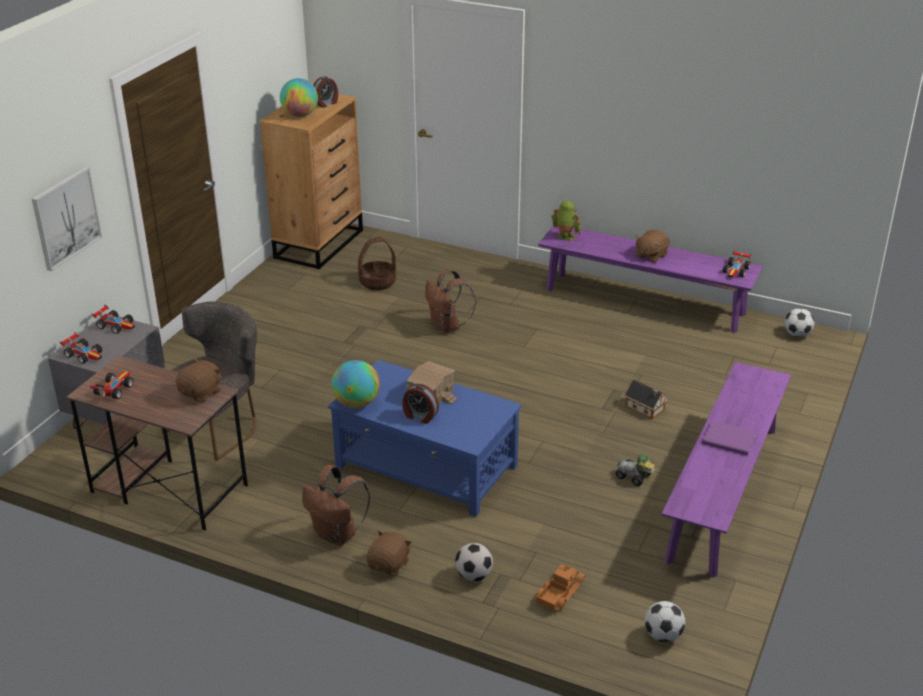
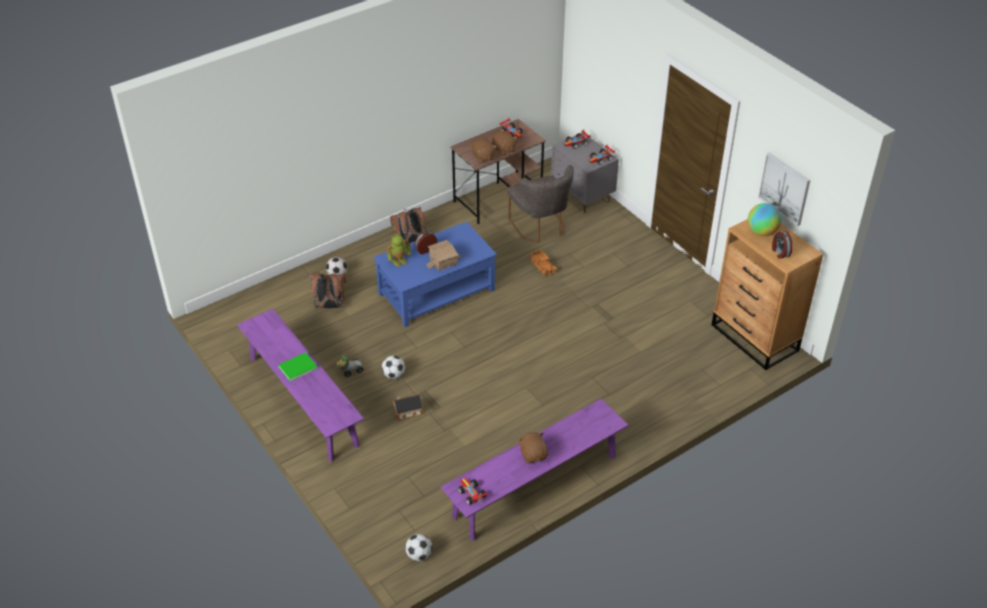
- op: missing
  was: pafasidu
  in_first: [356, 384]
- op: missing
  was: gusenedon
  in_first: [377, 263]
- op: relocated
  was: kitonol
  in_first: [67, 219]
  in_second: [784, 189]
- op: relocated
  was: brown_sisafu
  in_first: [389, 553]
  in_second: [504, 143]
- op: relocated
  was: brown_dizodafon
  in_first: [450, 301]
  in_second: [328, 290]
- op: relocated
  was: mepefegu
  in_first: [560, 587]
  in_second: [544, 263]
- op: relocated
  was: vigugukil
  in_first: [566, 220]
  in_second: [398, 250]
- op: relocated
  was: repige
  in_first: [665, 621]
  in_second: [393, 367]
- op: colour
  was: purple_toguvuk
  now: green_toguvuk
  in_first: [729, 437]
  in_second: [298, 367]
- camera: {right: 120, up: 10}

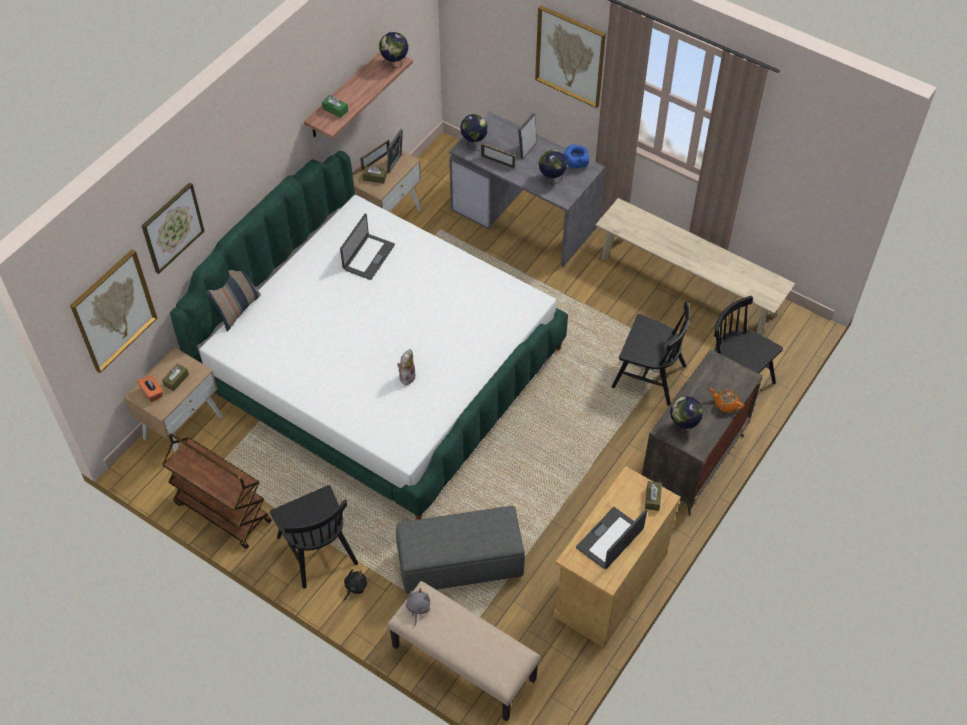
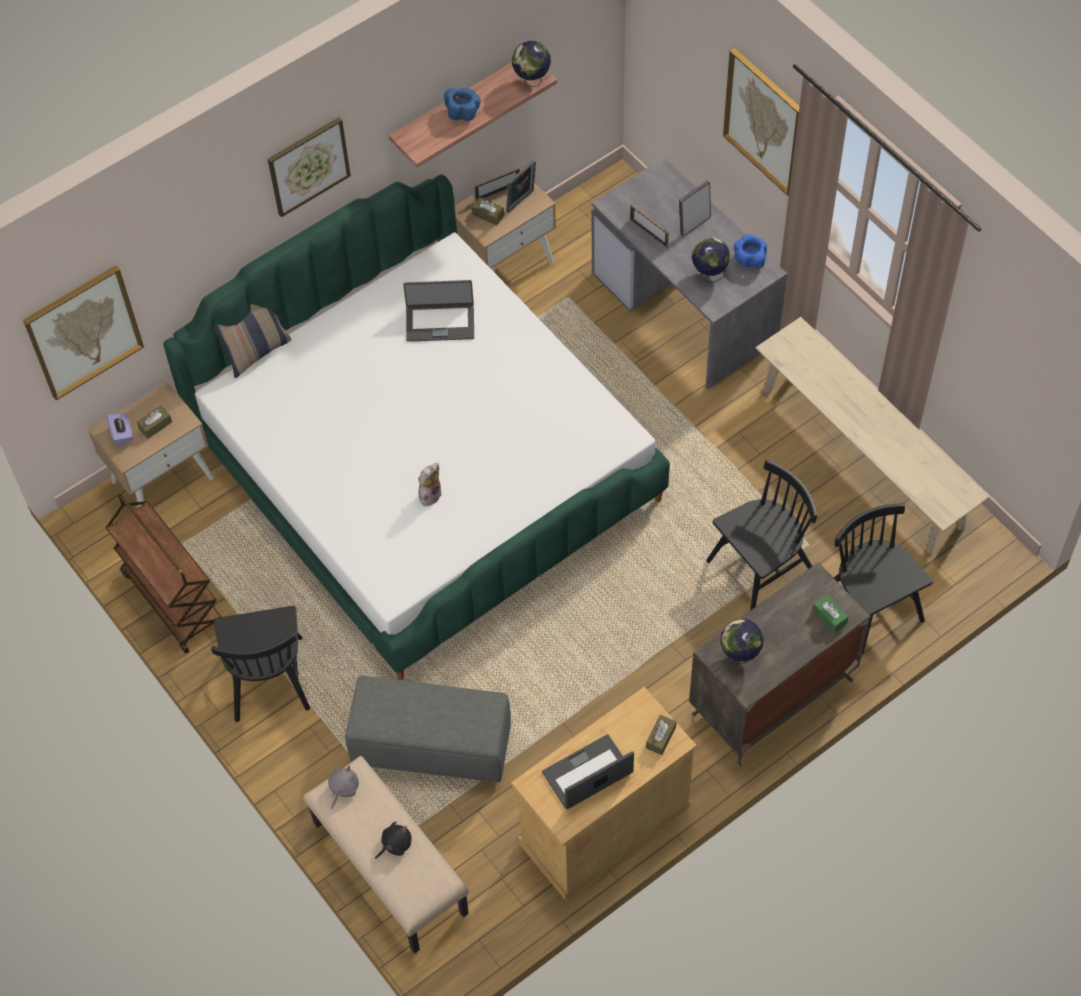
- op: missing
  was: pafasidu
  in_first: [474, 132]
- op: missing
  was: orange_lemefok
  in_first: [727, 400]
- op: appeared
  now: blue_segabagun
  in_second: [462, 104]
- op: relocated
  was: kitonol
  in_first: [173, 228]
  in_second: [309, 167]
- op: relocated
  was: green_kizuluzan
  in_first: [335, 106]
  in_second: [830, 613]
- op: relocated
  was: black_sisafu
  in_first: [355, 585]
  in_second: [393, 840]
- op: colour
  was: orange_kizuluzan
  now: purple_kizuluzan
  in_first: [150, 389]
  in_second: [120, 429]
- op: spun
  was: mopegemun
  in_first: [367, 247]
  in_second: [438, 311]
  clockwise: 45
- op: spun
  was: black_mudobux
  in_first: [651, 353]
  in_second: [761, 535]
  clockwise: -75
- camera: {right: 20, up: 5}

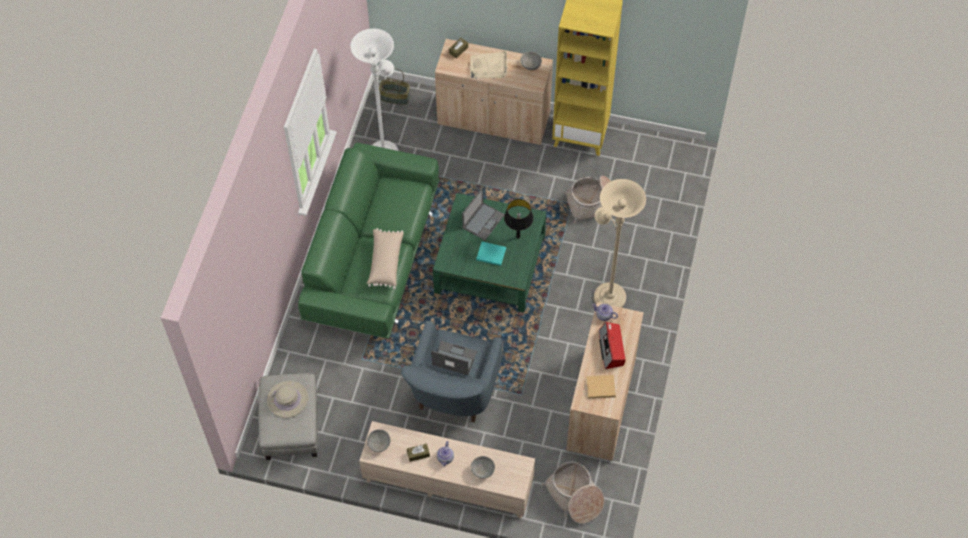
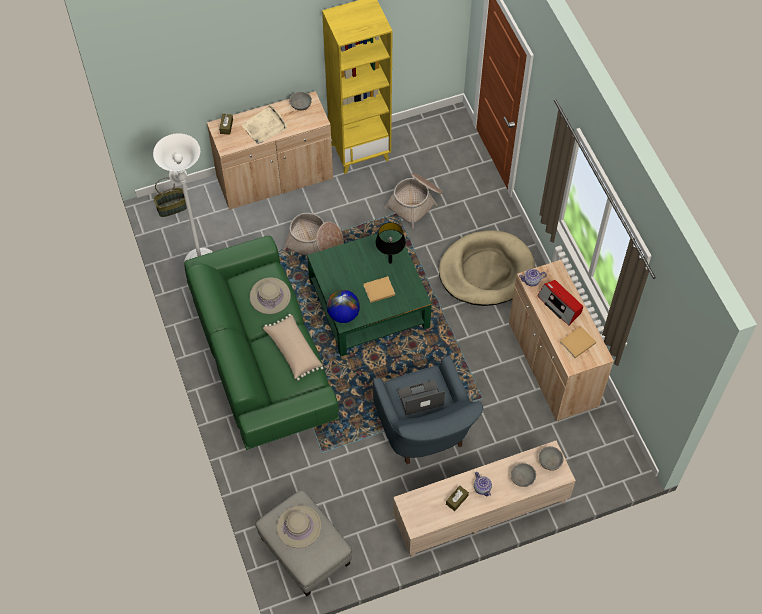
- op: missing
  was: mopegemun
  in_first: [483, 214]
- op: appeared
  now: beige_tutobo
  in_second: [270, 295]
- op: appeared
  now: pafasidu
  in_second: [343, 306]
- op: relocated
  was: grey_segabagun
  in_first: [378, 440]
  in_second: [551, 458]
- op: relocated
  was: gusenedon
  in_first: [573, 492]
  in_second: [313, 234]
- op: exchanged
  was: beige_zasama
  now: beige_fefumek
  in_first: [620, 243]
  in_second: [487, 268]
- op: colour
  was: turquoise_toguvuk
  now: beige_toguvuk
  in_first: [491, 254]
  in_second: [379, 289]
- camera: {right: -35, up: 0}

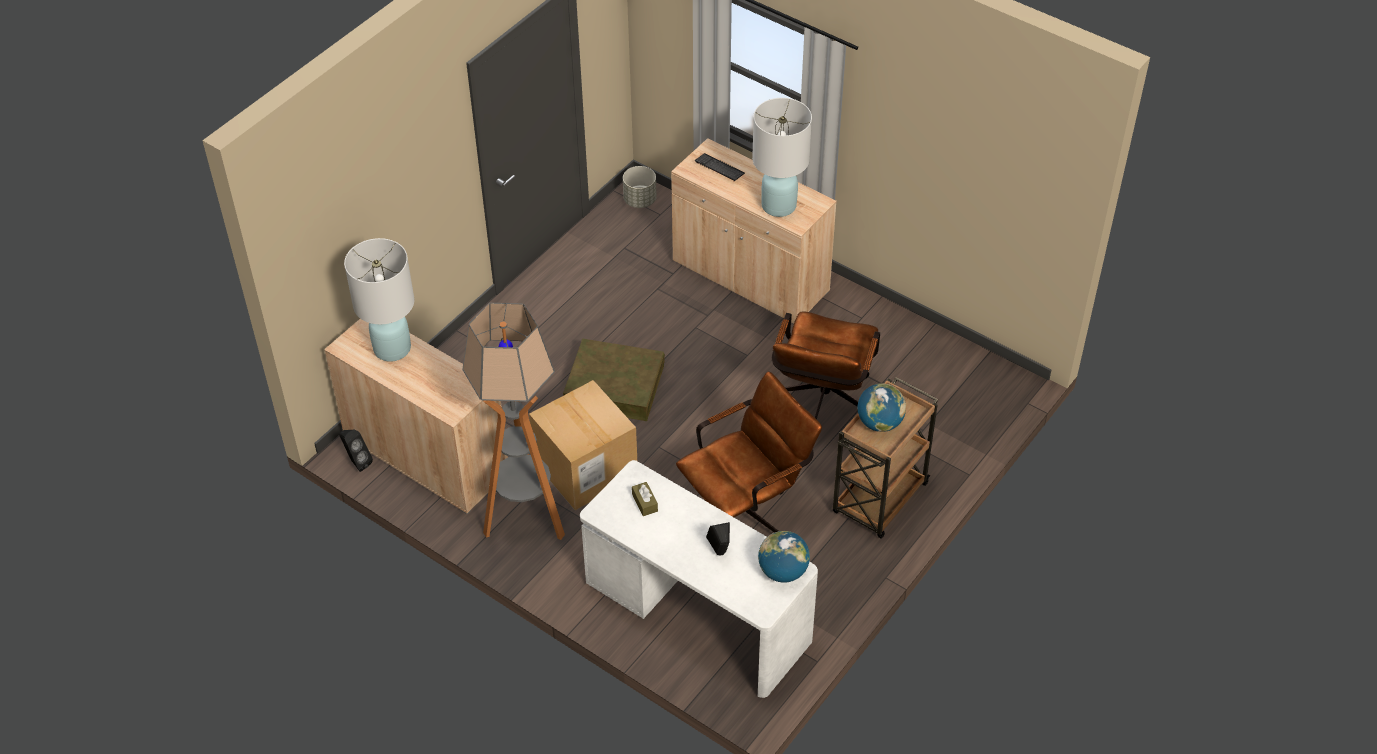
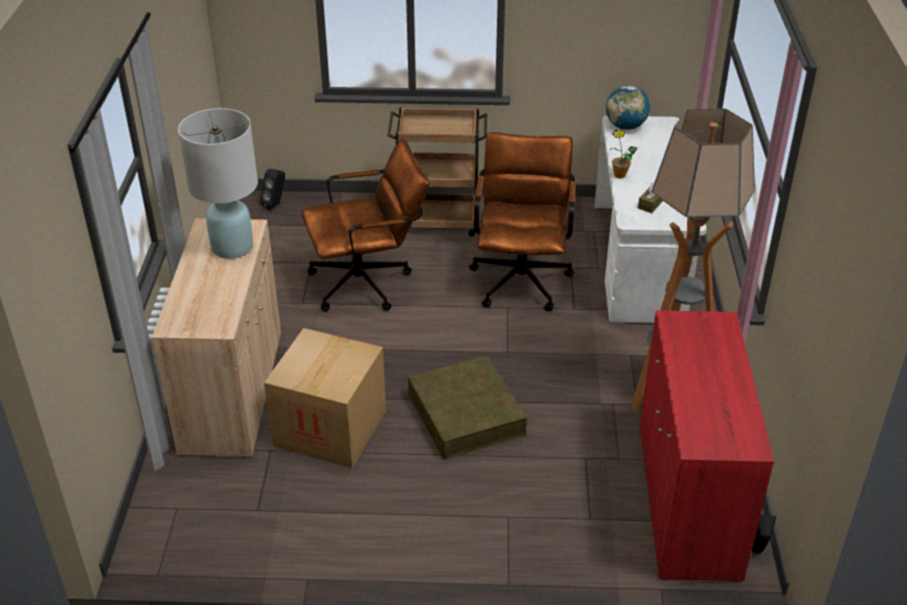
- op: missing
  was: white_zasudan
  in_first: [379, 300]
- op: missing
  was: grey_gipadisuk
  in_first: [639, 187]
- op: missing
  was: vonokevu
  in_first: [720, 167]
- op: missing
  was: pafasidu
  in_first: [882, 407]
- op: appeared
  now: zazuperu
  in_second: [624, 154]
- op: relocated
  was: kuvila
  in_first: [583, 445]
  in_second: [325, 398]
- op: relocated
  was: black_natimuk
  in_first: [718, 539]
  in_second: [272, 189]
- op: colour
  was: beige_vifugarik
  now: red_vifugarik
  in_first: [416, 416]
  in_second: [707, 446]
- op: spun
  was: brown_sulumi
  in_first: [749, 452]
  in_second: [522, 221]
  clockwise: 75
- camera: {right: -125, up: -10}

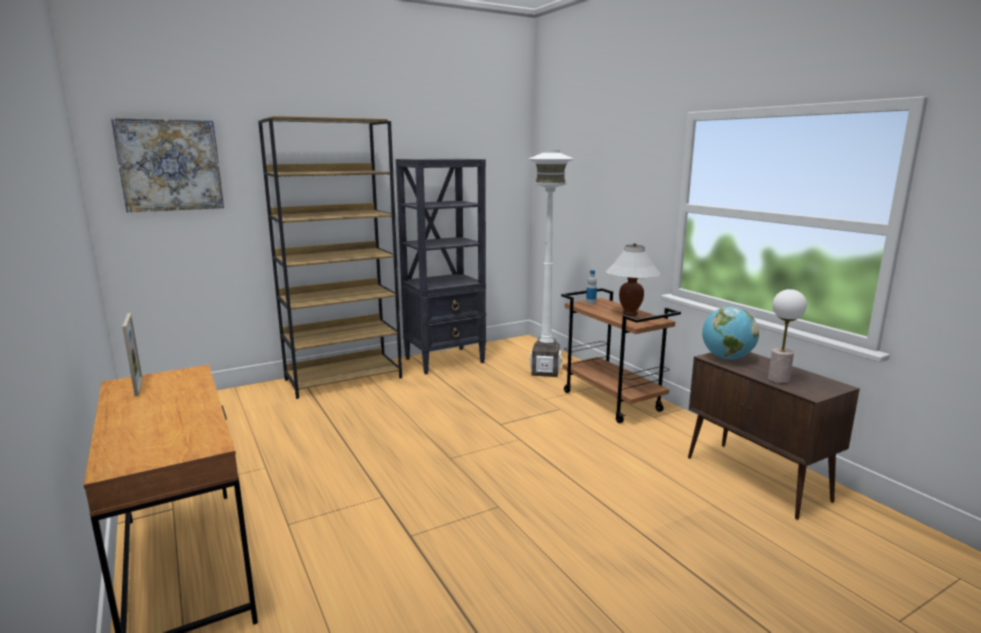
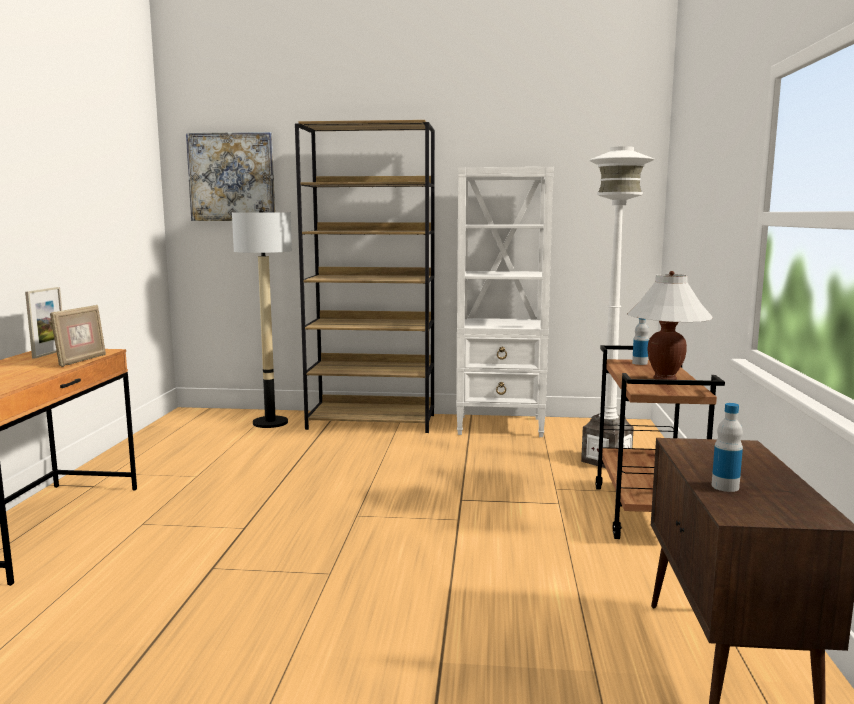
- op: missing
  was: pafasidu
  in_first: [730, 333]
- op: appeared
  now: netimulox
  in_second: [78, 336]
- op: appeared
  now: zasama
  in_second: [262, 318]
- op: exchanged
  was: zasudan
  now: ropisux
  in_first: [787, 336]
  in_second: [727, 447]
- op: colour
  was: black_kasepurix
  now: white_kasepurix
  in_first: [441, 267]
  in_second: [505, 302]
- camera: {right: 35, up: -5}

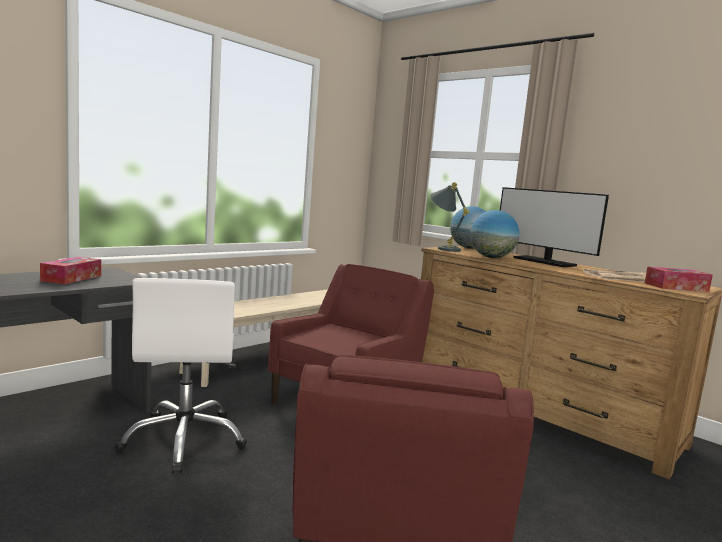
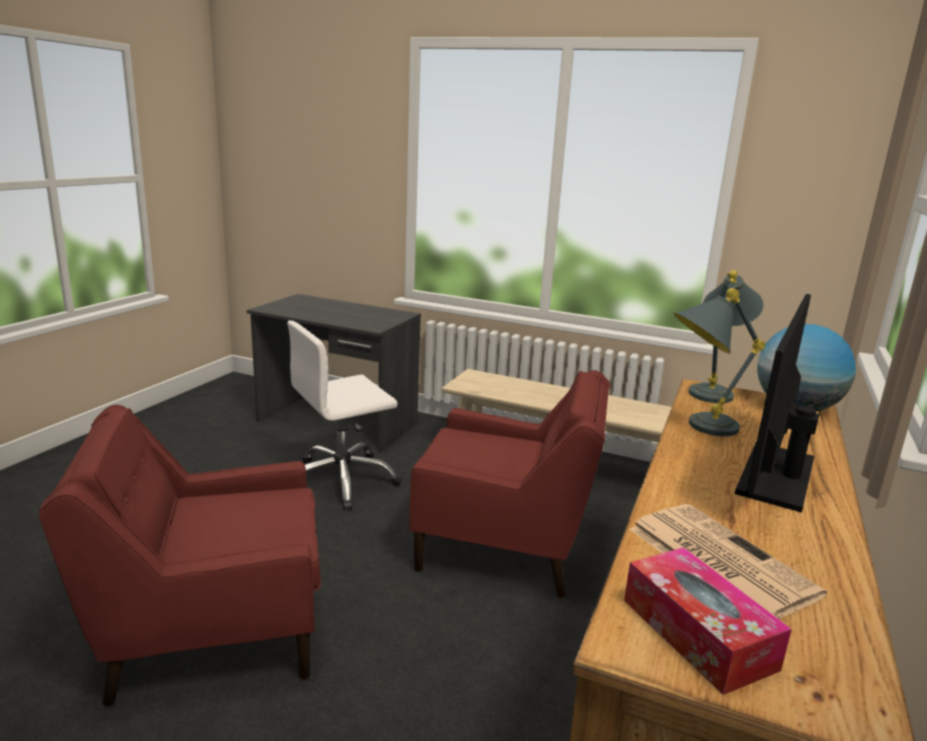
- op: missing
  was: kizuluzan
  in_first: [70, 270]
- op: exchanged
  was: pafasidu
  now: grey_zasudan
  in_first: [495, 234]
  in_second: [719, 362]
- camera: {right: 70, up: 10}

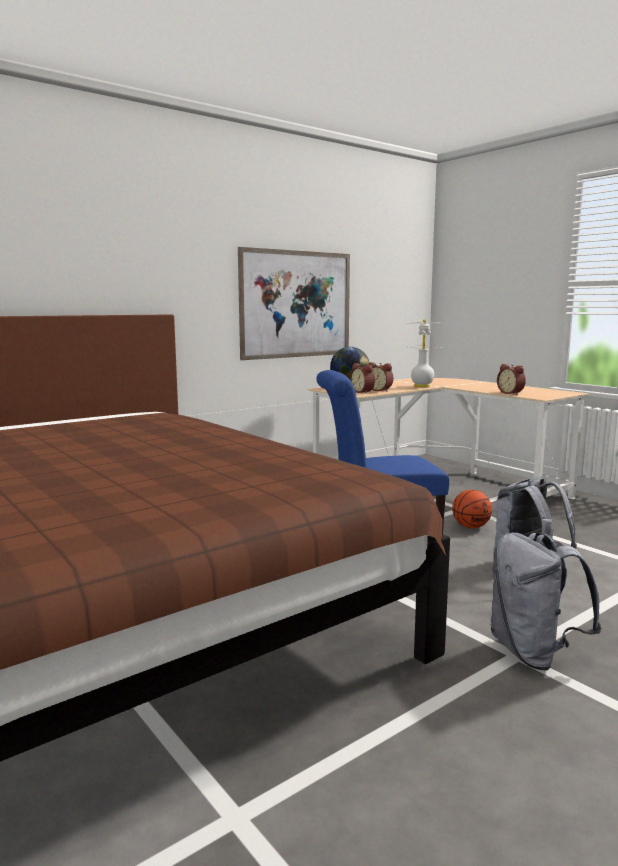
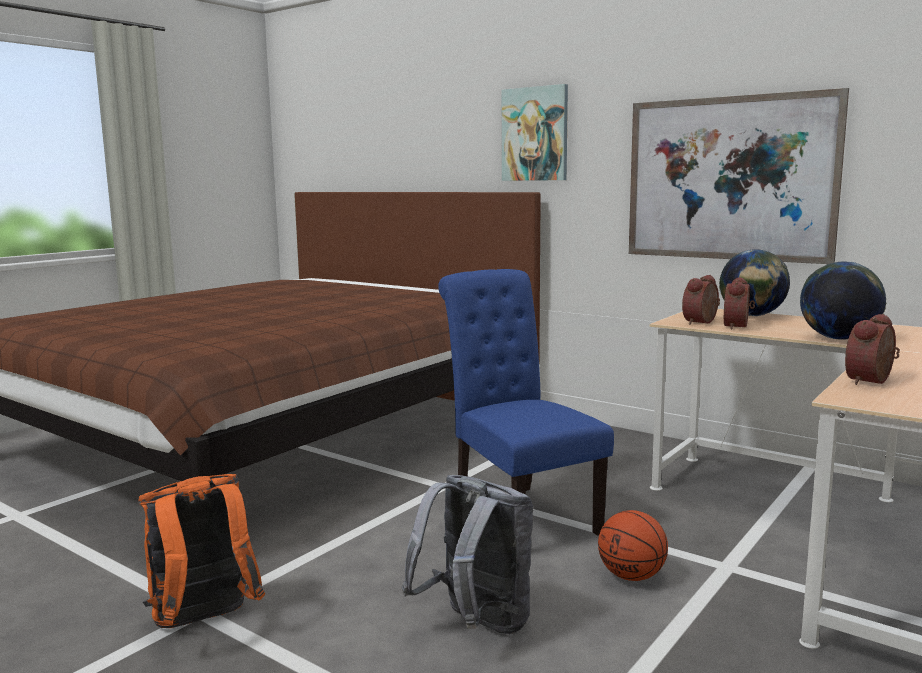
- op: appeared
  now: kitonol
  in_second: [535, 132]
- op: exchanged
  was: white_zasudan
  now: pafasidu
  in_first: [424, 353]
  in_second: [843, 301]
- op: colour
  was: grey_dizodafon
  now: orange_dizodafon
  in_first: [546, 601]
  in_second: [202, 551]
- camera: {right: 75, up: 0}

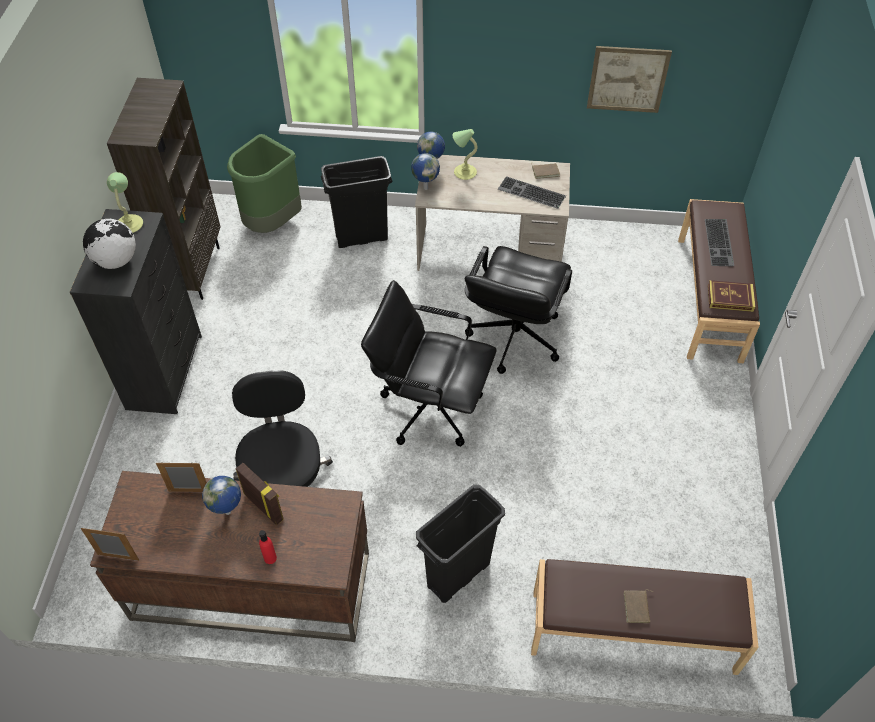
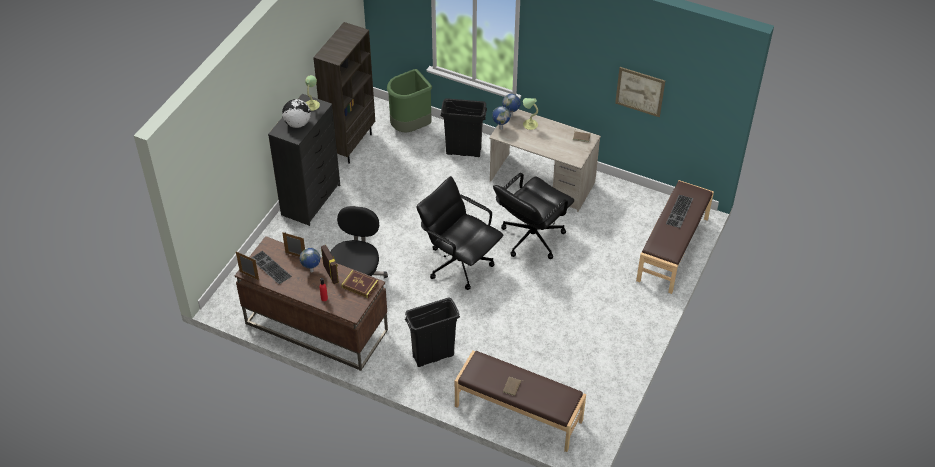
- op: relocated
  was: vonokevu
  in_first: [532, 192]
  in_second: [271, 267]
- op: relocated
  was: toguvuk
  in_first: [732, 296]
  in_second: [360, 284]
- camera: {right: 20, up: -5}

